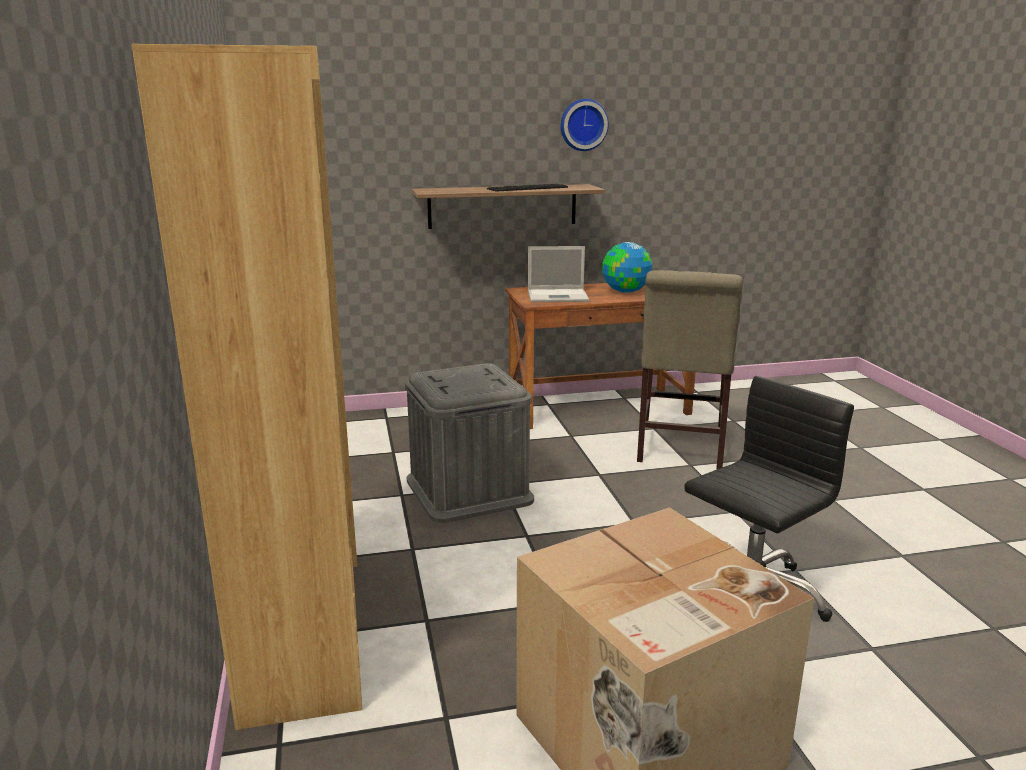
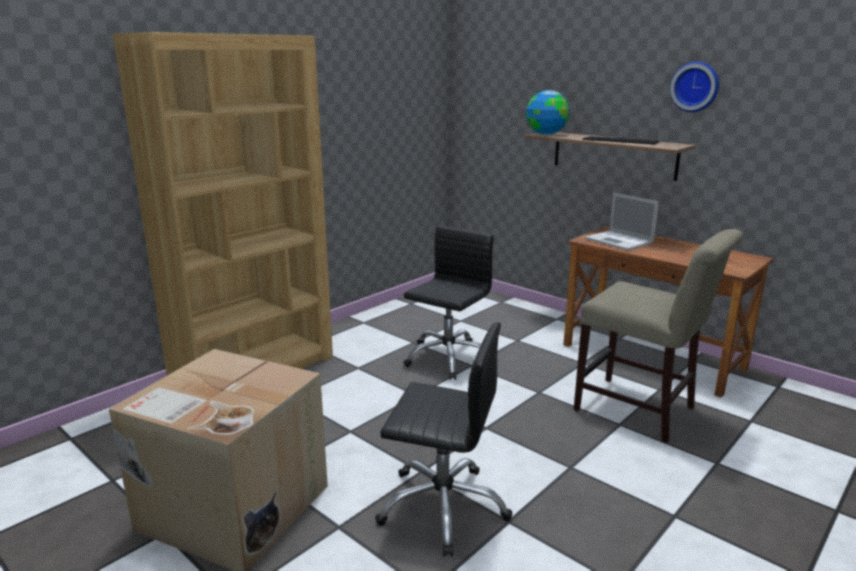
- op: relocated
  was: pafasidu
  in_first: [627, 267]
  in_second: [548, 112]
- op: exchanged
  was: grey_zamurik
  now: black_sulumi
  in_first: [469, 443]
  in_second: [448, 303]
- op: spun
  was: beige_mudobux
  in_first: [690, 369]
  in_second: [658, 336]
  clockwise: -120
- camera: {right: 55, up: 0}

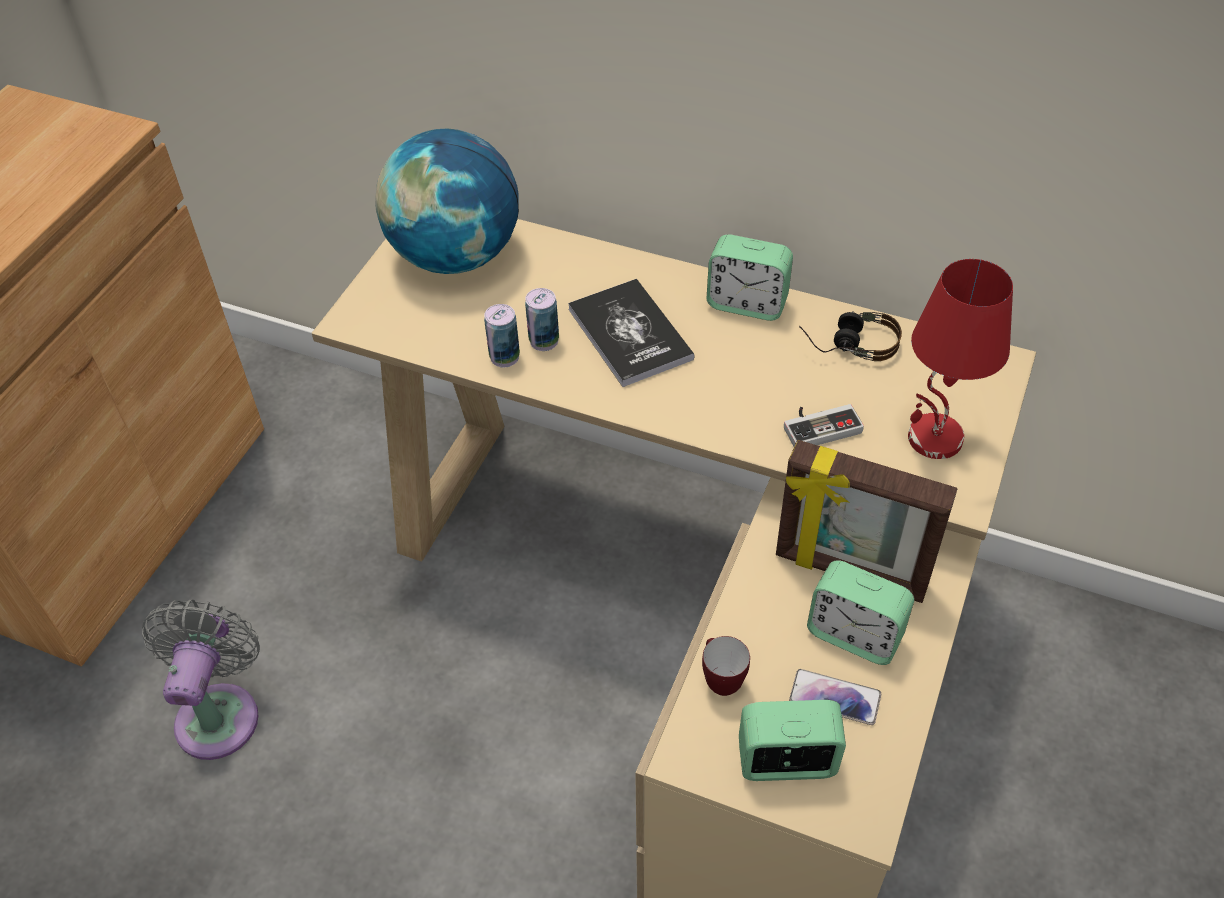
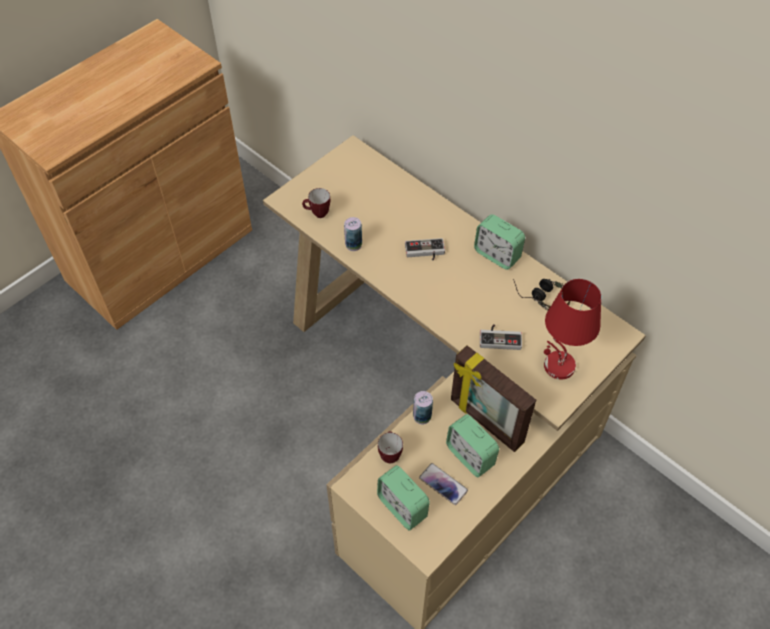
- op: missing
  was: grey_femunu
  in_first: [201, 680]
- op: missing
  was: pafasidu
  in_first: [447, 201]
- op: appeared
  now: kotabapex
  in_second: [316, 203]
- op: relocated
  was: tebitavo
  in_first: [542, 319]
  in_second: [423, 407]
- op: exchanged
  was: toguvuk
  now: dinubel
  in_first: [631, 333]
  in_second: [425, 249]
- op: spun
  was: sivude
  in_first: [792, 740]
  in_second: [403, 498]
  clockwise: -150
- camera: {right: 20, up: 5}

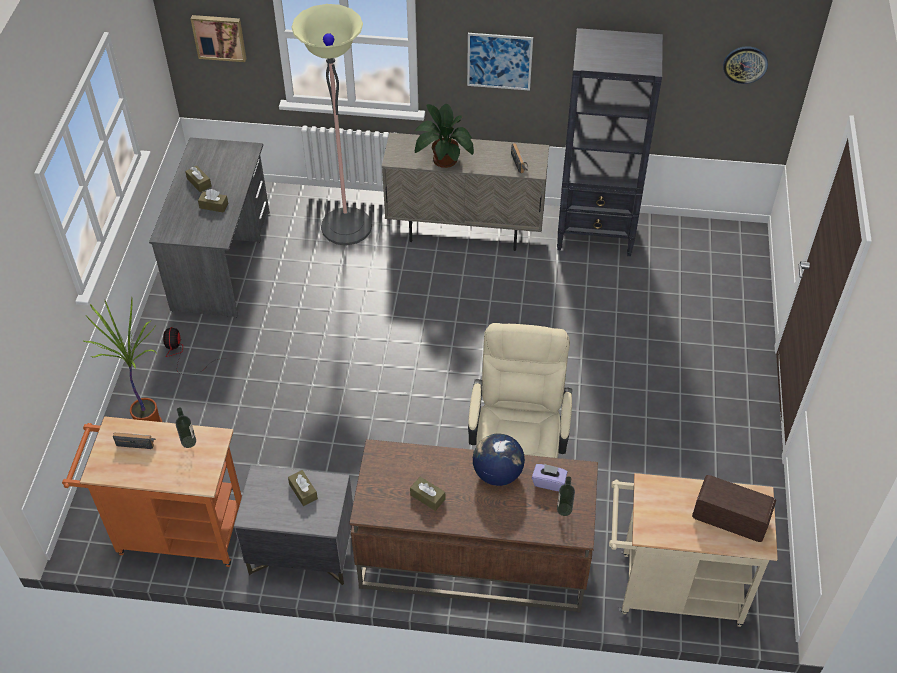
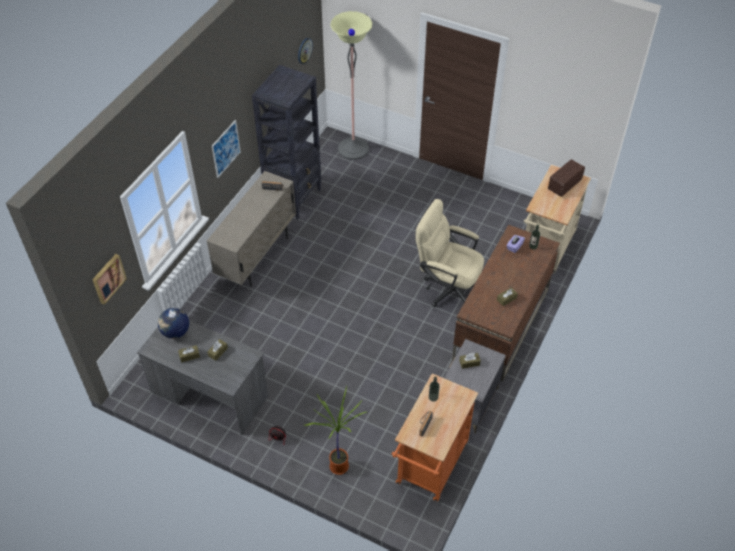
- op: missing
  was: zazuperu
  in_first: [444, 136]
- op: relocated
  was: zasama
  in_first: [331, 124]
  in_second: [351, 85]
- op: relocated
  was: pafasidu
  in_first: [499, 460]
  in_second: [173, 323]
- camera: {right: -70, up: 0}

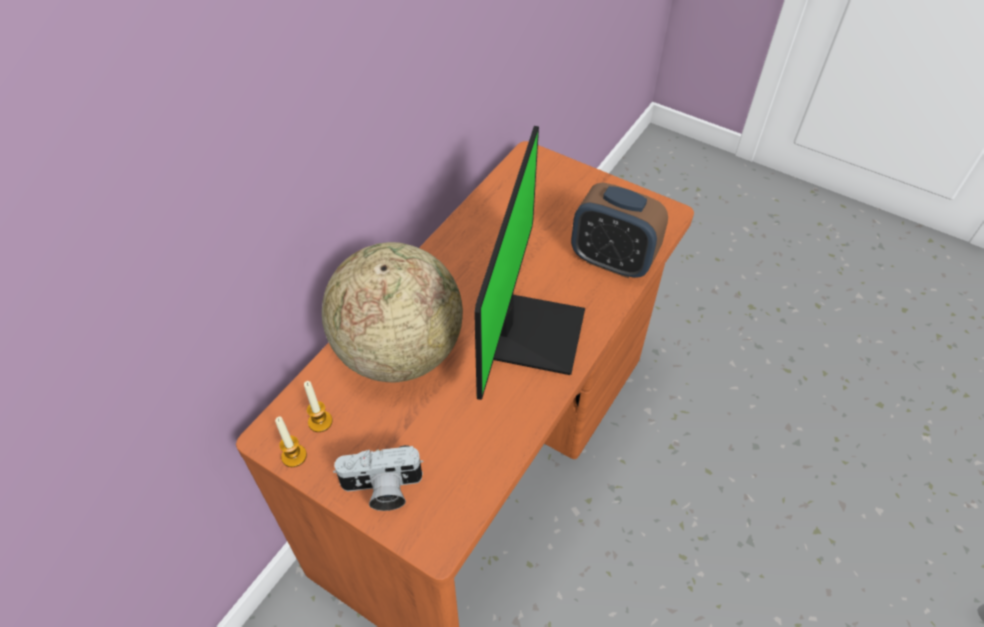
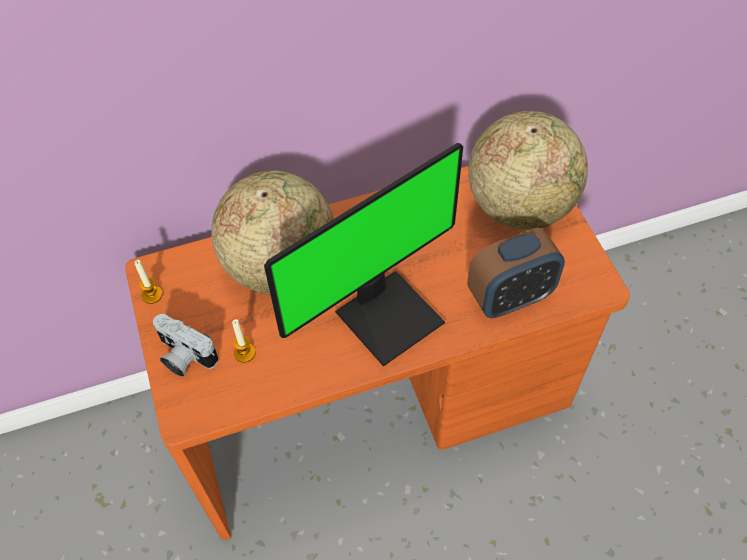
- op: appeared
  now: pafasidu
  in_second: [528, 170]
- op: relocated
  was: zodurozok
  in_first: [318, 406]
  in_second: [244, 341]
- op: spun
  was: sivude
  in_first: [619, 230]
  in_second: [516, 273]
  clockwise: -90
- camera: {right: 40, up: 5}

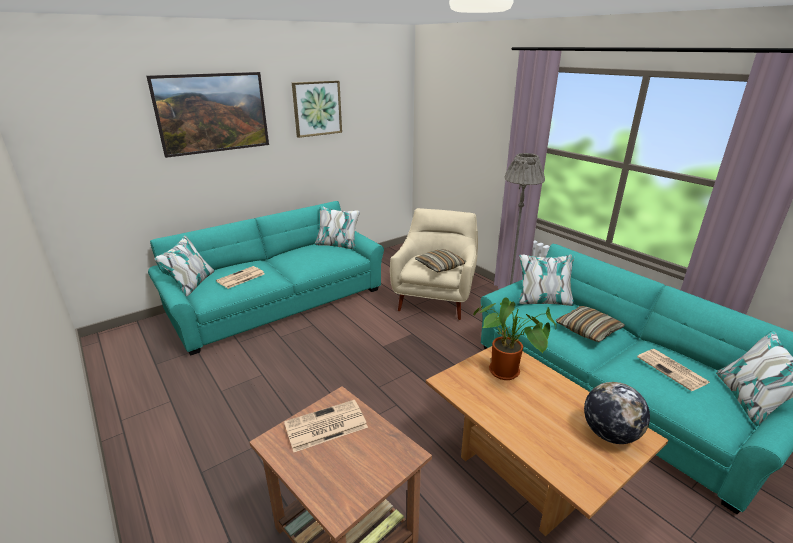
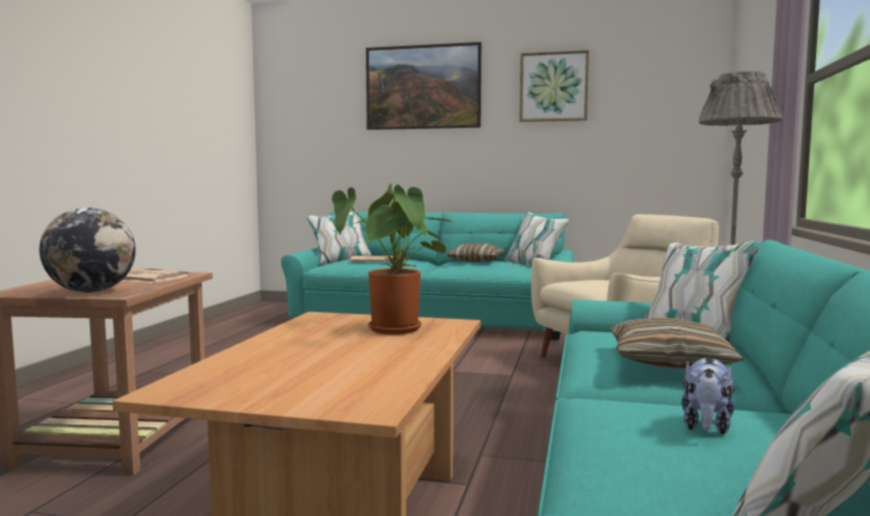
- op: relocated
  was: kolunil
  in_first: [440, 260]
  in_second: [476, 252]
- op: relocated
  was: pafasidu
  in_first: [617, 413]
  in_second: [87, 250]
- op: exchanged
  was: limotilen
  now: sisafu
  in_first: [673, 370]
  in_second: [708, 396]
- camera: {right: 50, up: -20}

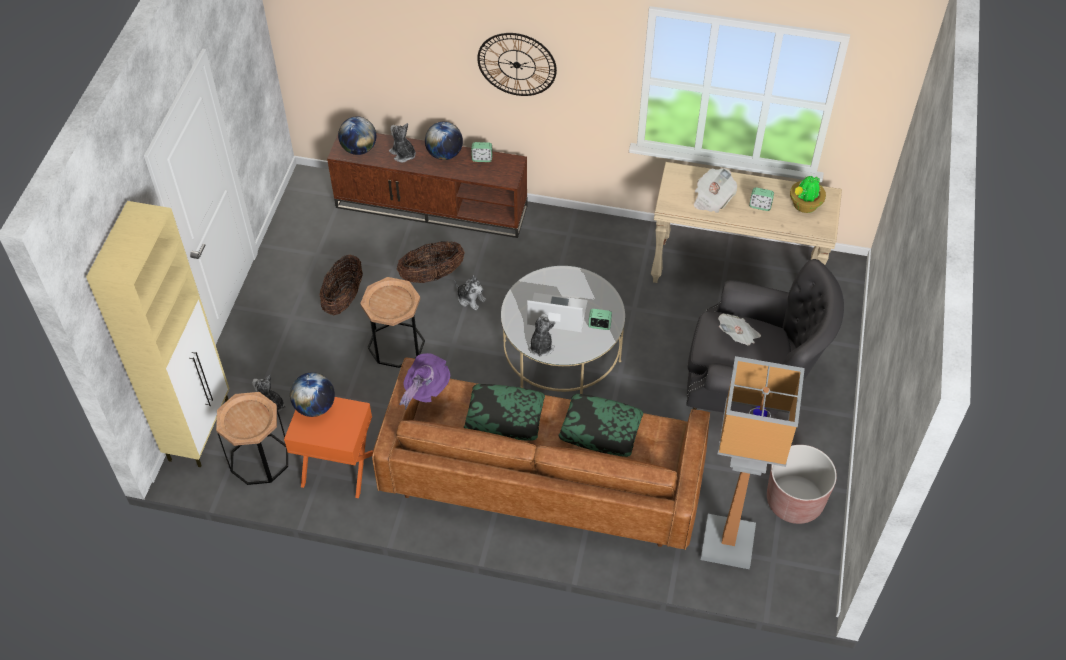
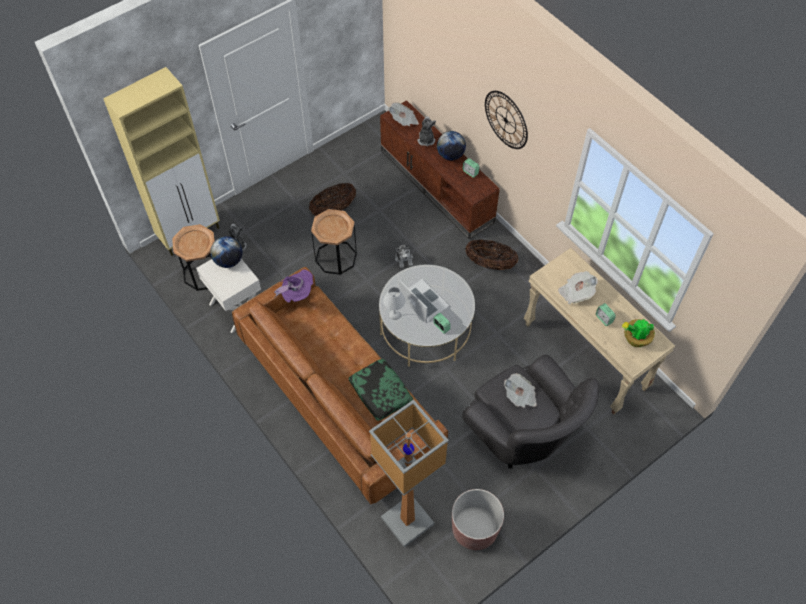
- op: missing
  was: kolunil
  in_first: [504, 412]
- op: relocated
  was: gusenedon
  in_first: [431, 262]
  in_second: [491, 254]
- op: exchanged
  was: pafasidu
  now: limotilen
  in_first: [357, 135]
  in_second: [403, 114]
- op: exchanged
  was: sisafu
  now: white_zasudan
  in_first: [541, 335]
  in_second: [394, 303]
- op: colour
  was: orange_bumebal
  now: white_bumebal
  in_first: [328, 447]
  in_second: [228, 296]
- camera: {right: 40, up: 5}

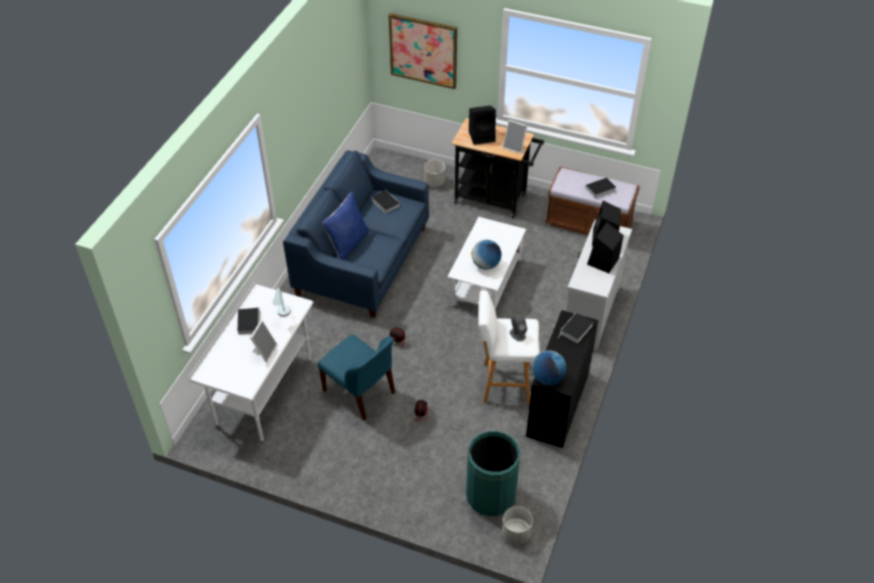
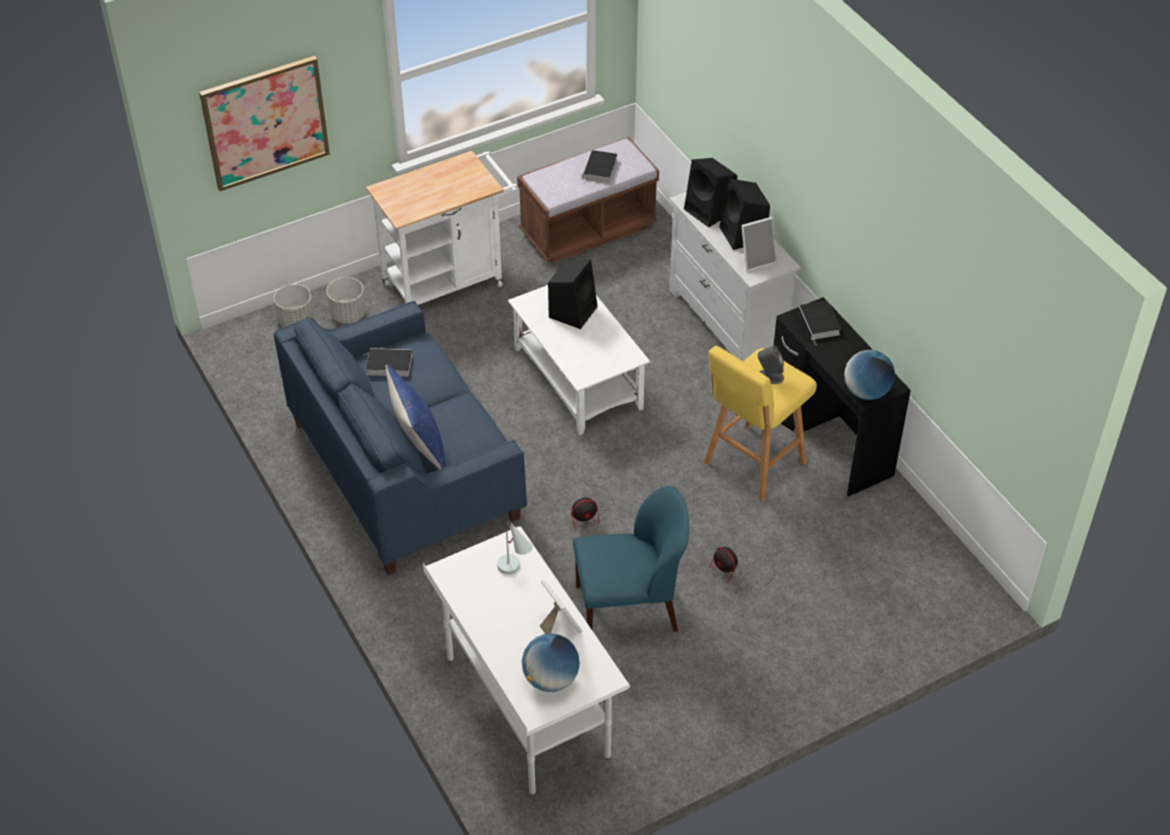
- op: missing
  was: toguvuk
  in_first: [248, 321]
- op: missing
  was: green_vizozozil
  in_first: [493, 473]
- op: relocated
  was: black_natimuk
  in_first: [482, 125]
  in_second: [573, 294]
- op: relocated
  was: pafasidu
  in_first: [486, 255]
  in_second: [551, 662]
- op: relocated
  was: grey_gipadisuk
  in_first: [517, 525]
  in_second: [294, 305]
- op: relocated
  was: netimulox
  in_first: [515, 137]
  in_second: [759, 244]
- op: colour
  was: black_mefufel
  now: white_mefufel
  in_first: [497, 168]
  in_second: [442, 228]
- op: colour
  was: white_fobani
  now: yellow_fobani
  in_first: [509, 347]
  in_second: [760, 424]
- camera: {right: -50, up: 0}

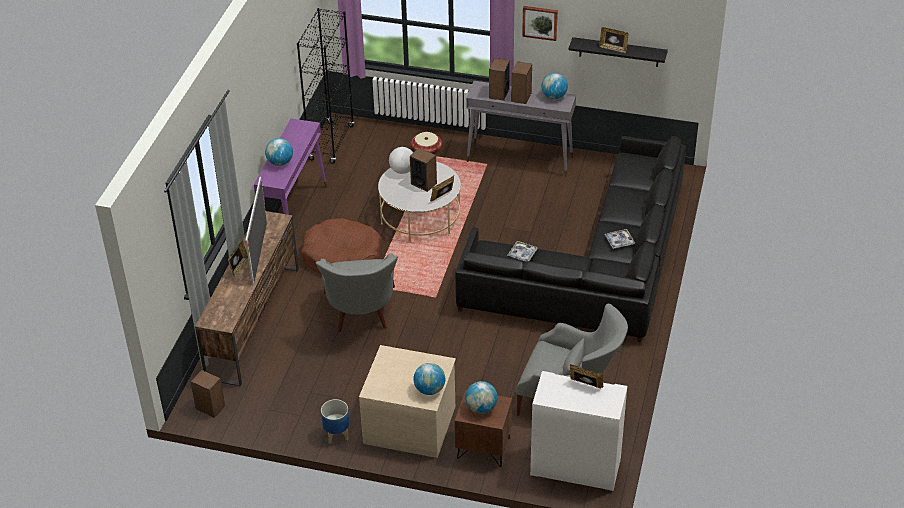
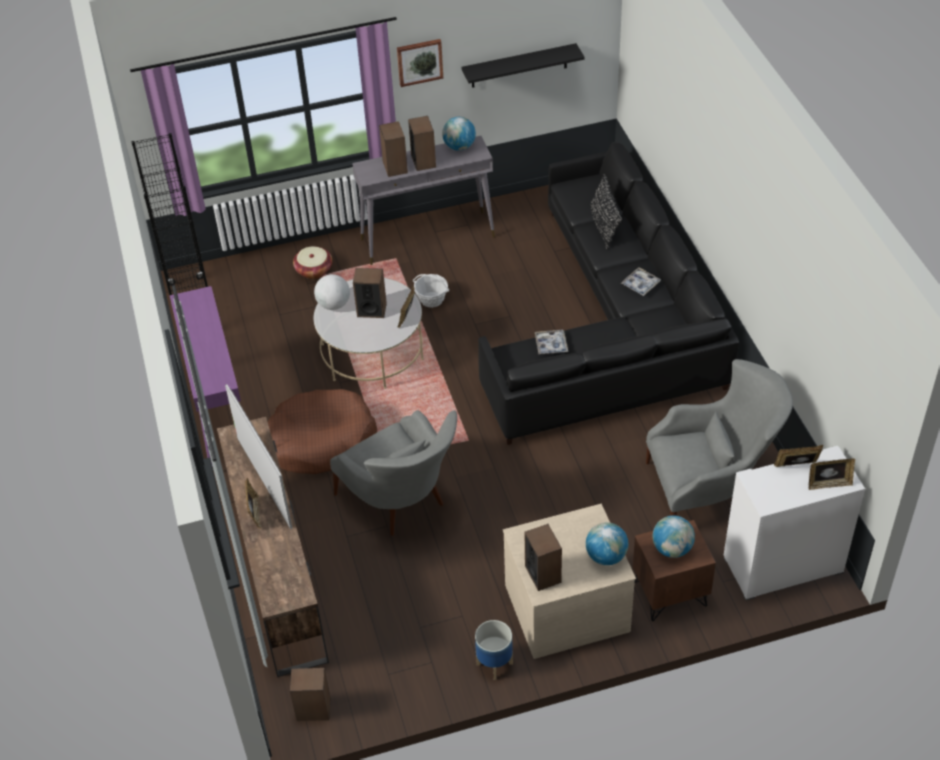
- op: missing
  was: pafasidu
  in_first: [279, 152]
- op: appeared
  now: gusenedon
  in_second: [431, 291]
- op: appeared
  now: natimuk
  in_second: [543, 557]
- op: appeared
  now: black_kolunil
  in_second: [606, 211]
- op: relocated
  was: netimulox
  in_first: [613, 40]
  in_second: [832, 474]
- camera: {right: -30, up: 5}

